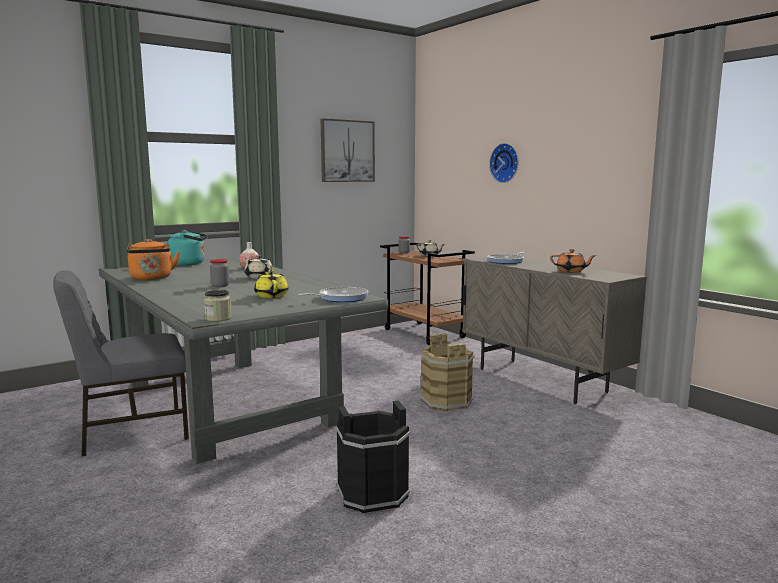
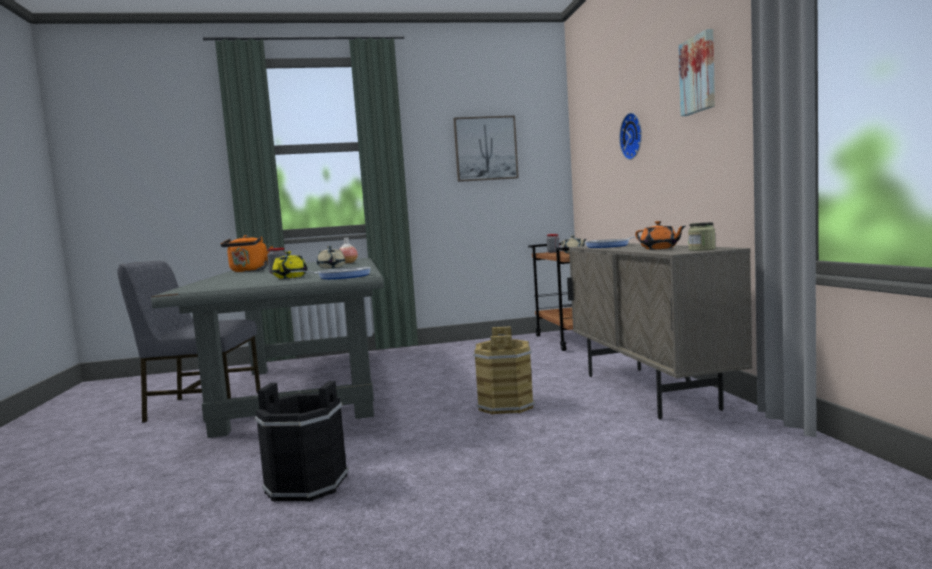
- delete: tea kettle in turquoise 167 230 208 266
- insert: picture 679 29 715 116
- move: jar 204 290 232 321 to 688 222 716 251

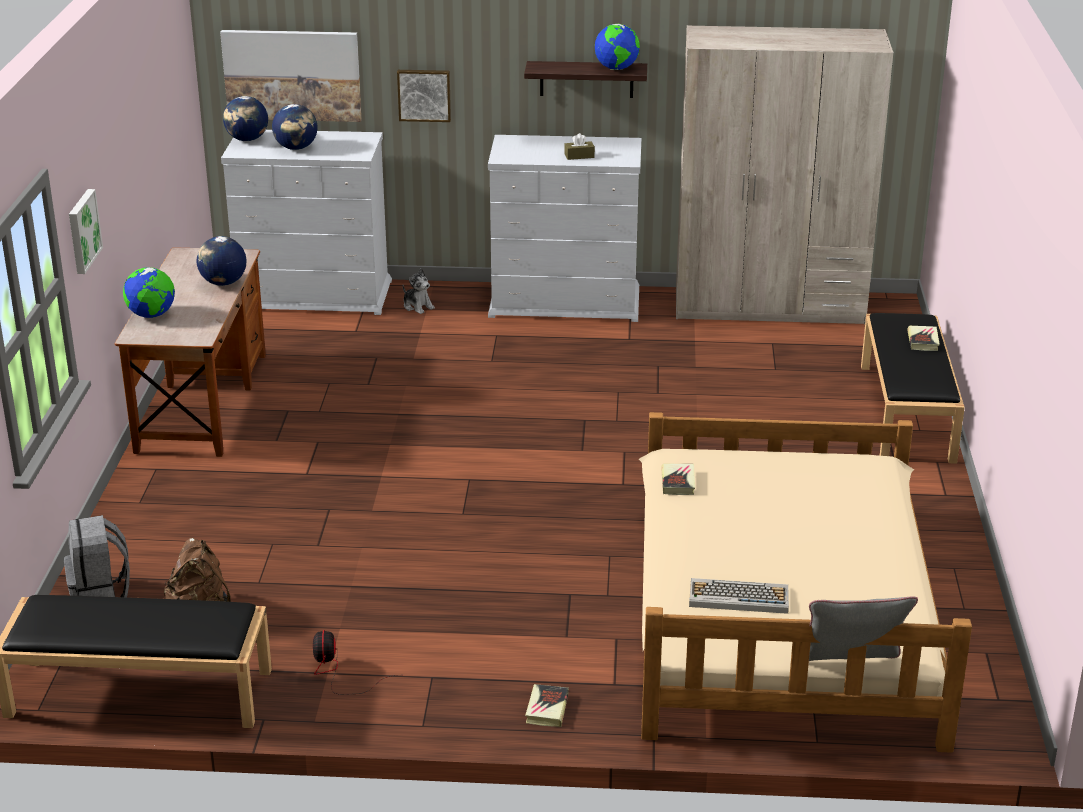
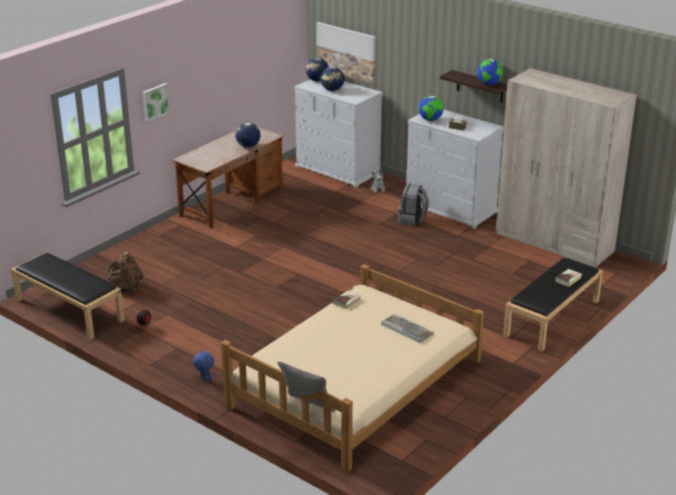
- delete: picture 397 70 451 122
- move: knapsack in greyish 64 515 130 597 to 398 184 429 226
- move: globe 123 267 175 318 to 418 96 444 121
- move: PC keyboard 689 578 789 614 to 381 314 434 343
- replace: bound book 525 684 569 727 to cuddly toy in blue-coloured 193 350 214 381

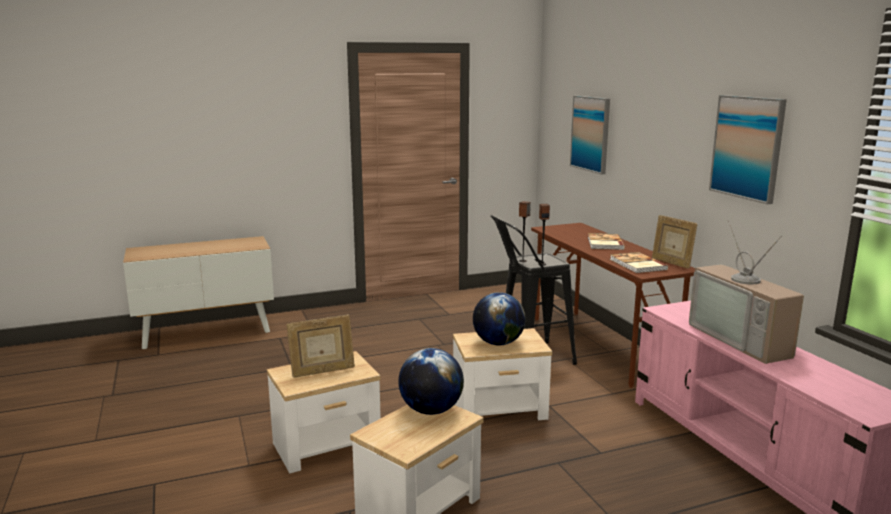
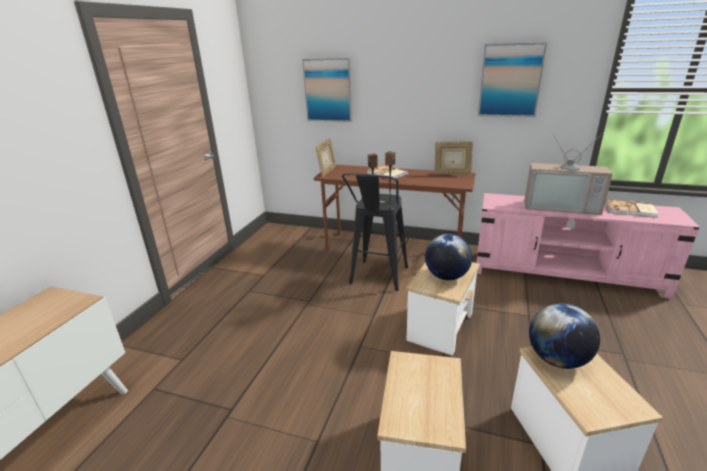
- move: photo frame 286 315 355 378 to 316 138 336 177
- move: bound book 610 252 668 273 to 605 199 659 218

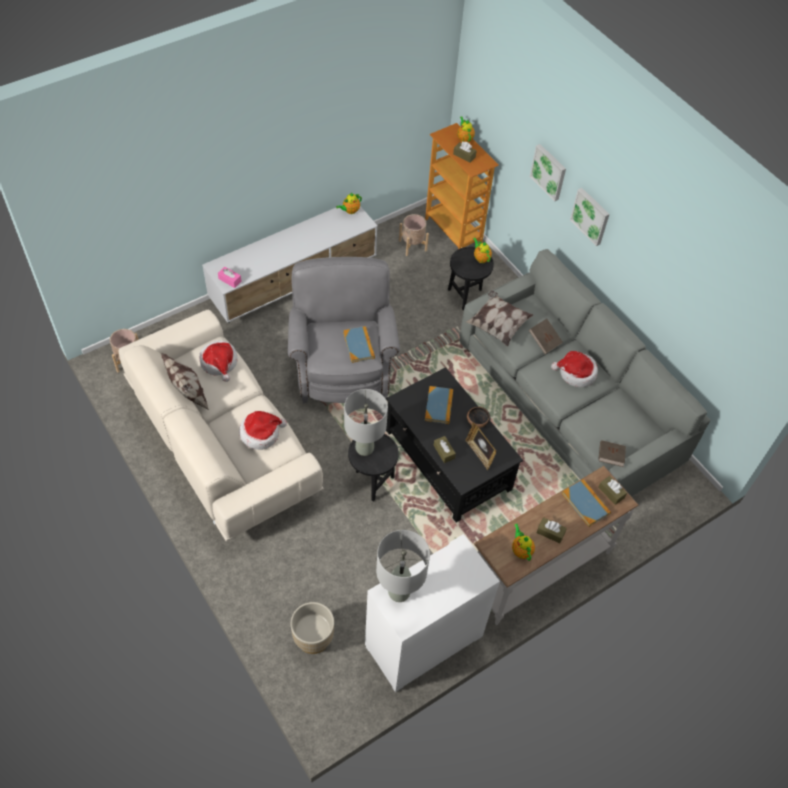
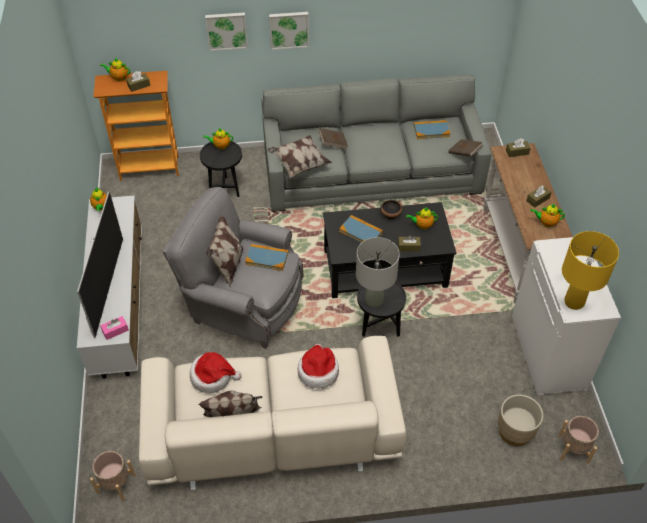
- delete: clothing hat 551 351 598 387
- insert: television 77 191 123 338
- insert: throw pillow 206 214 243 287
- move: planter in beige 399 214 429 256 to 558 416 599 464
- move: bound book 562 479 611 527 to 414 120 450 139
- replace: photo frame 465 423 497 470 to pot for tea 406 208 438 229
- recolor: lamp for a table in greyish 376 530 430 602 to lamp for a table in yellow 562 231 619 310

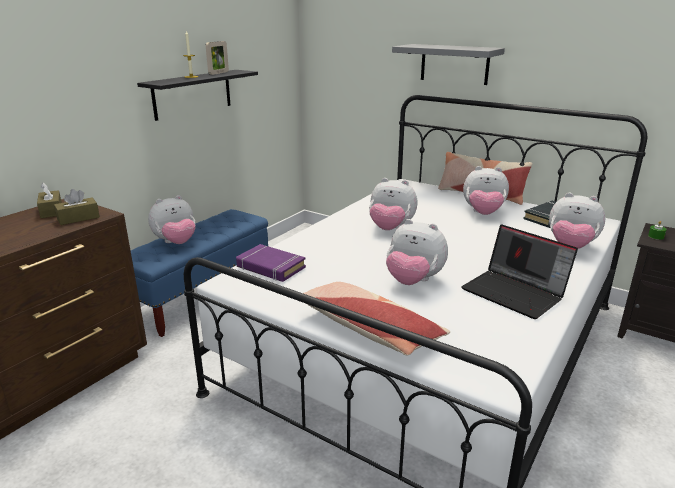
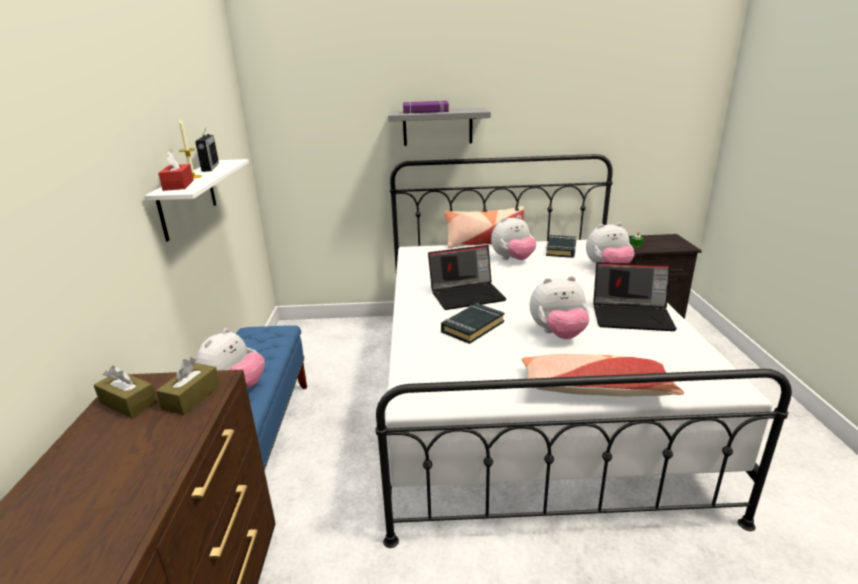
- insert: tissue box in red-coloured 158 151 194 191
- insert: bound book in blackish 441 303 505 344
- move: bound book in purple-coloured 236 244 306 282 to 403 101 449 114
- replace: photo frame 206 41 229 75 to radio 195 127 219 172
- replace: cuddly toy 369 178 417 230 to laptop 428 245 506 310
- recolor: wall shelf in blackish 137 70 258 121 to wall shelf in whitish 144 159 249 241

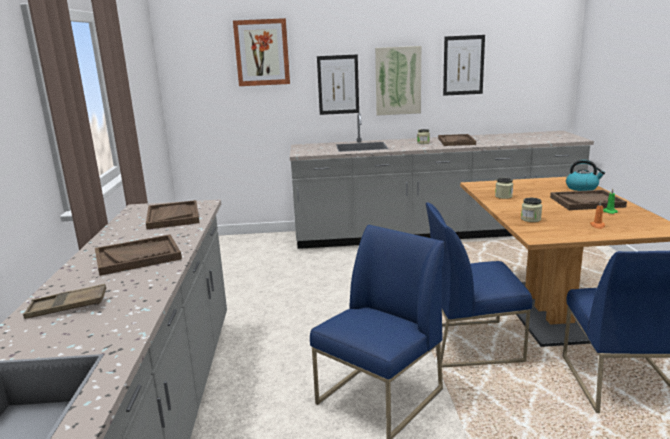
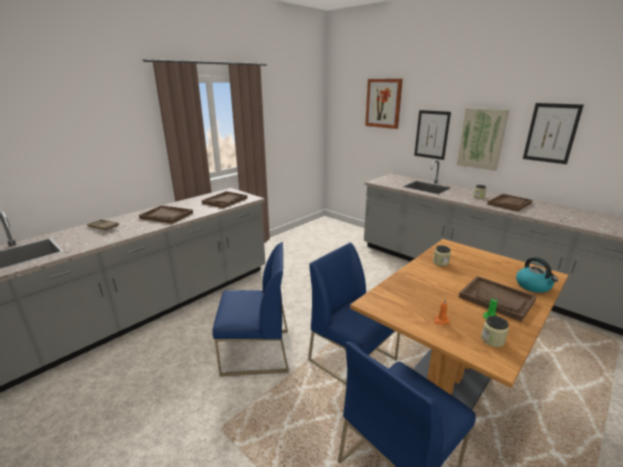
- move: jar 521 198 542 222 to 481 316 509 347

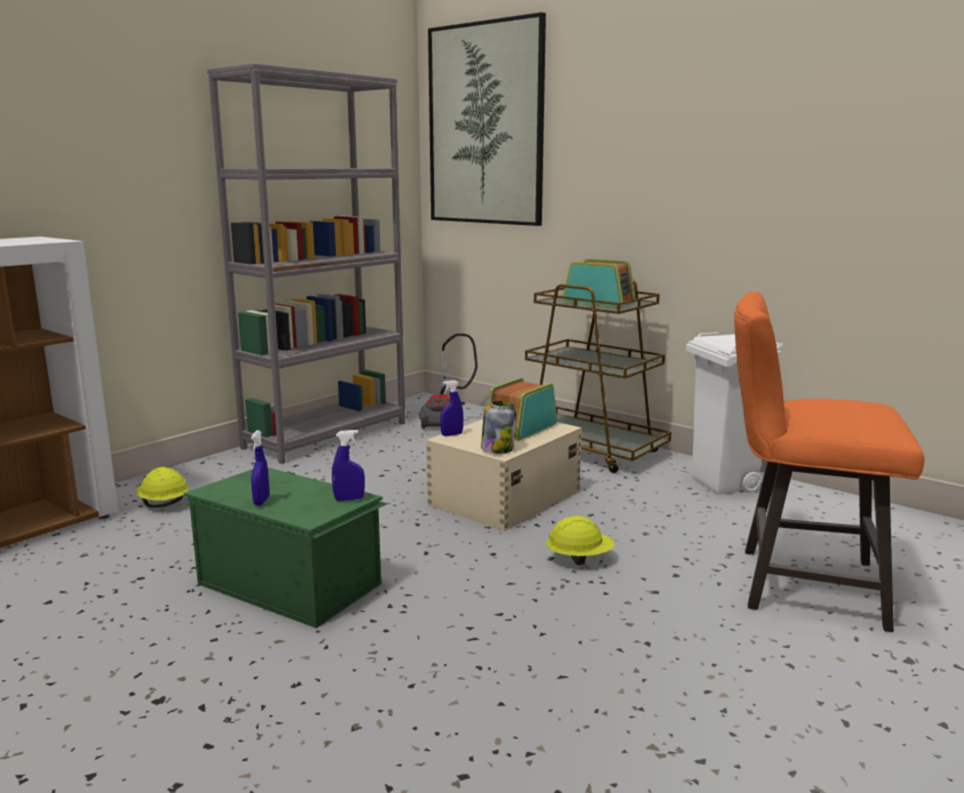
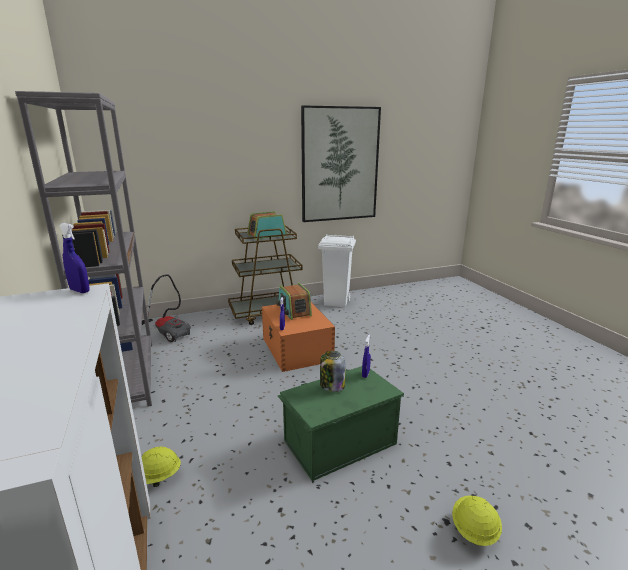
- delete: stool seat in orange 734 292 924 632
- move: spray bottle in blue-coloured 251 430 269 506 to 59 223 90 293
- move: picture 428 12 546 226 to 301 105 381 222
- move: jar 481 401 516 453 to 320 351 346 392
- move: safety helmet in yellow 546 516 615 565 to 452 495 502 546
- recolor: storage container in beige 426 419 582 531 to storage container in orange 262 302 335 372

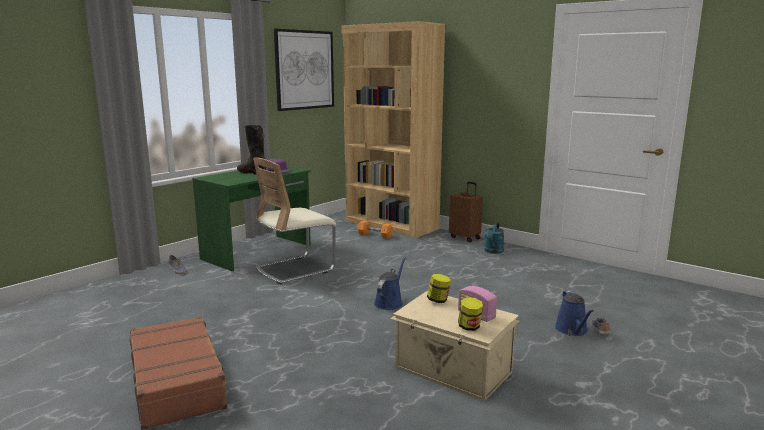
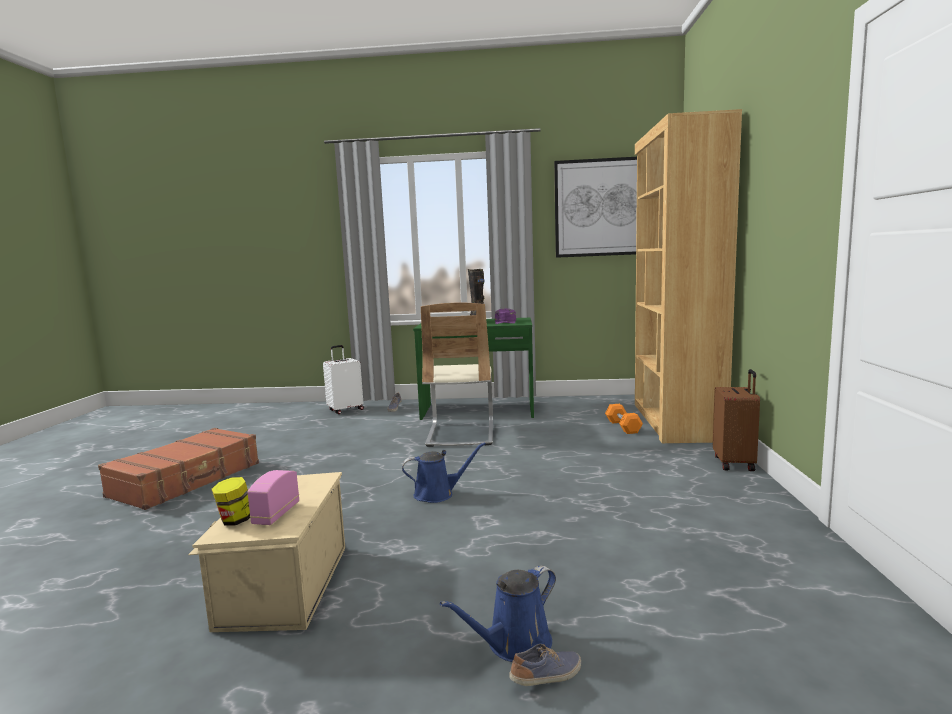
- delete: jar 427 274 451 303
- delete: watering can in turquoise 484 222 504 254
- insert: travel case in whitish 323 345 364 414
- rotate: upright chair in beige 253 157 336 284 = 421 303 493 447 105 degrees counterclockwise

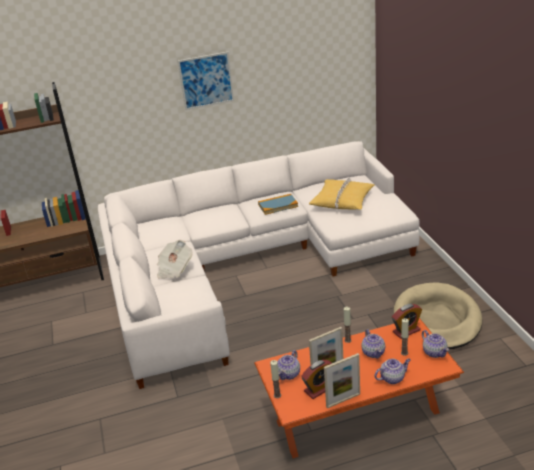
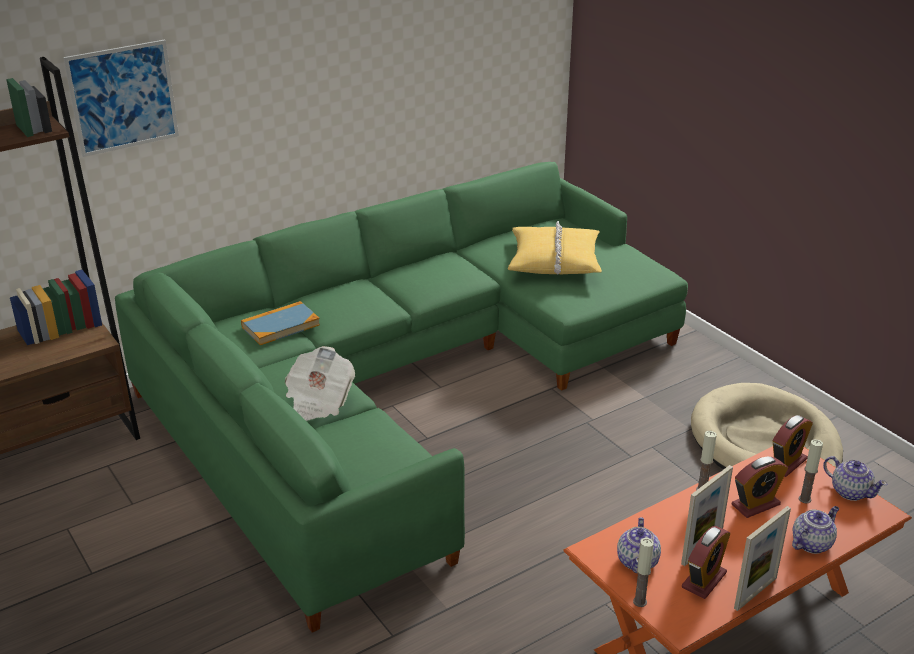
- move: picture 178 52 234 110 to 63 40 179 157
- move: bound book 258 194 298 215 to 241 301 320 345
- replace: pot for tea 361 329 385 358 to alarm clock 731 457 788 518
- recolor: settee in whitish 98 141 420 389 to settee in green-coloured 115 162 688 633

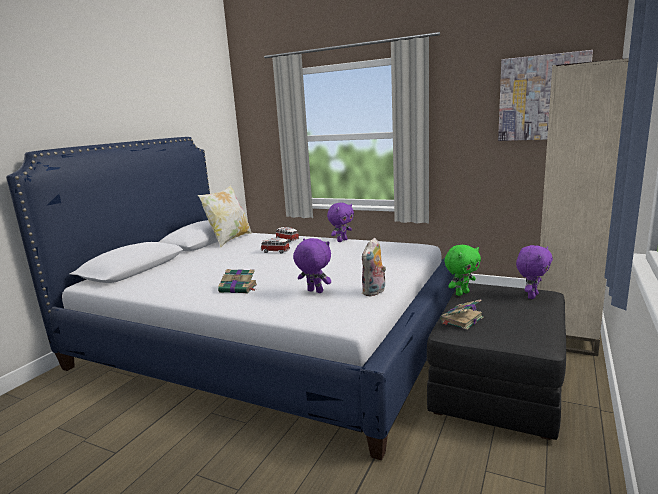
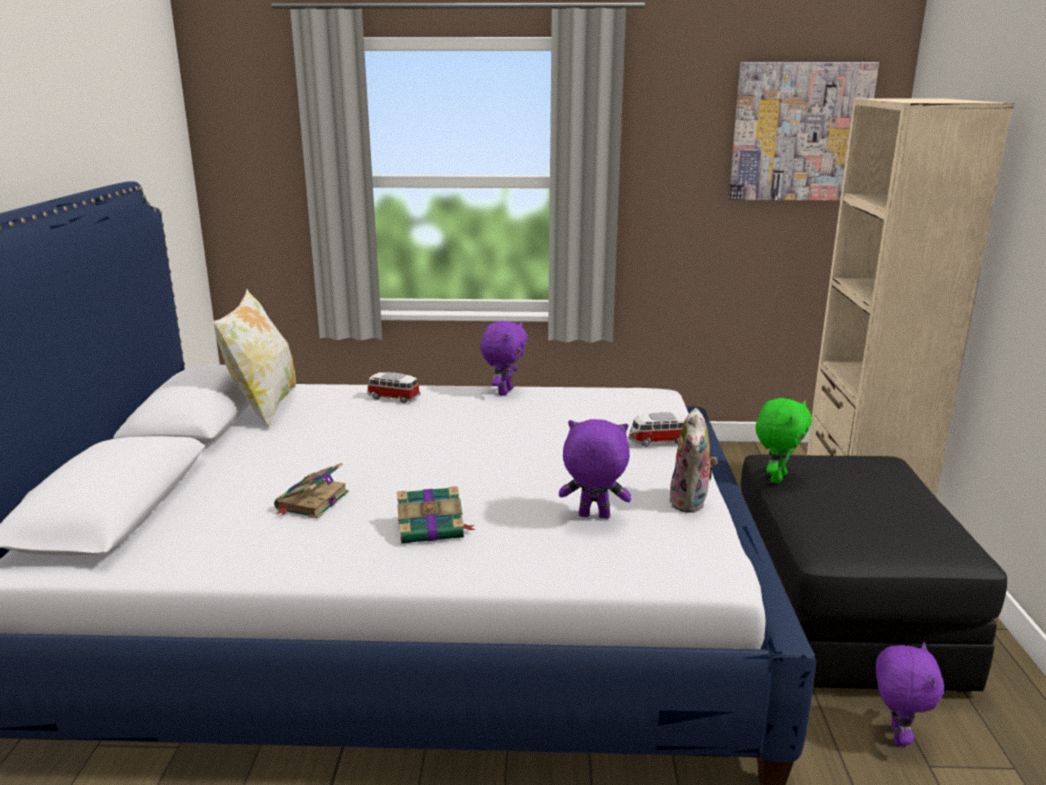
- move: miniature car 261 238 290 253 to 629 412 686 447
- move: bound book 440 299 483 330 to 274 463 349 518
- move: cuddly toy in purple-coloured 516 245 553 299 to 876 642 944 747

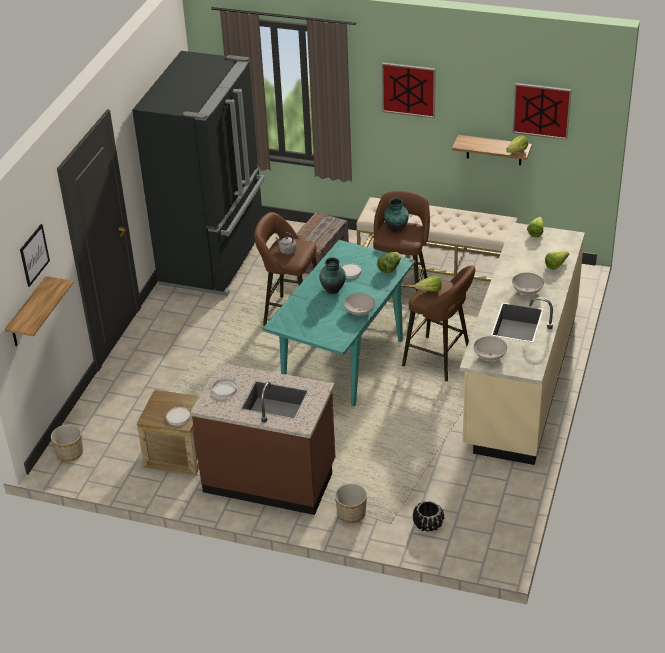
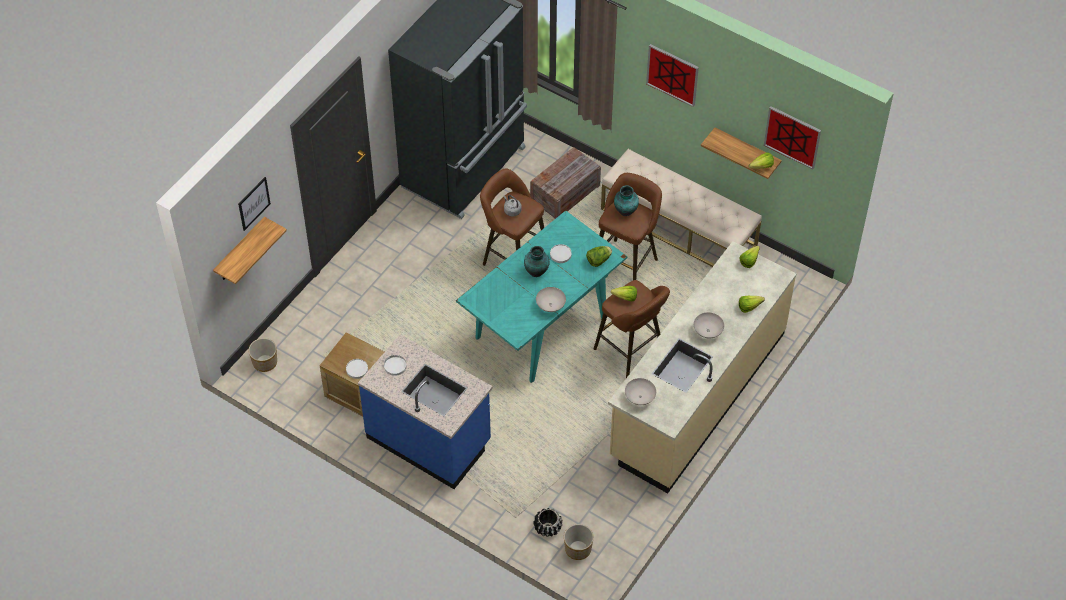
- move: planter 335 483 367 523 to 564 524 594 560
- recolor: kitchen base unit in brown 190 363 335 515 to kitchen base unit in blue-coloured 358 334 493 489

